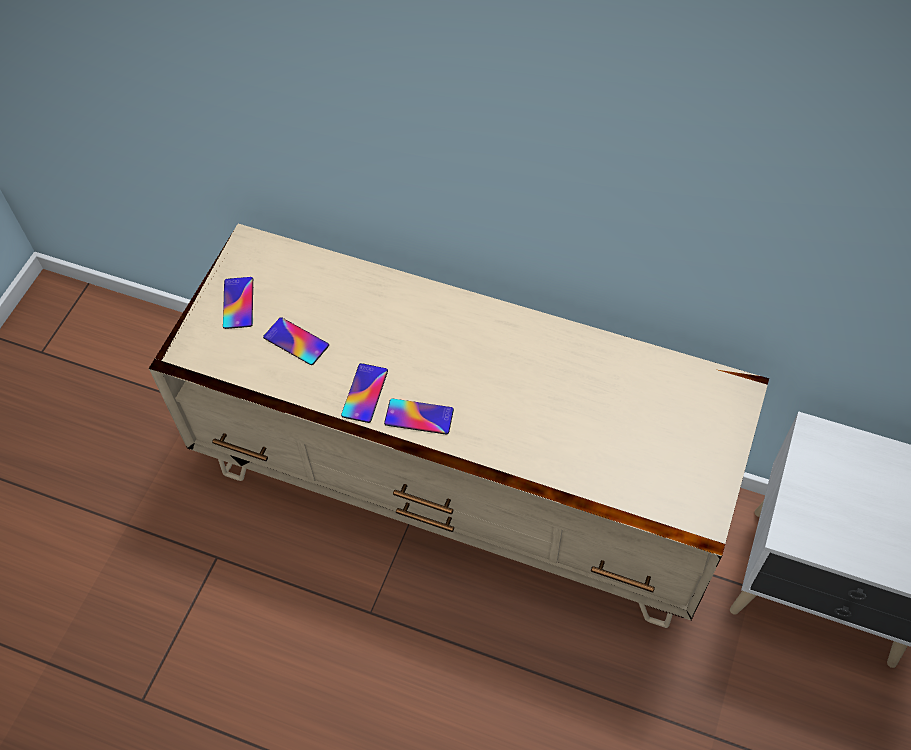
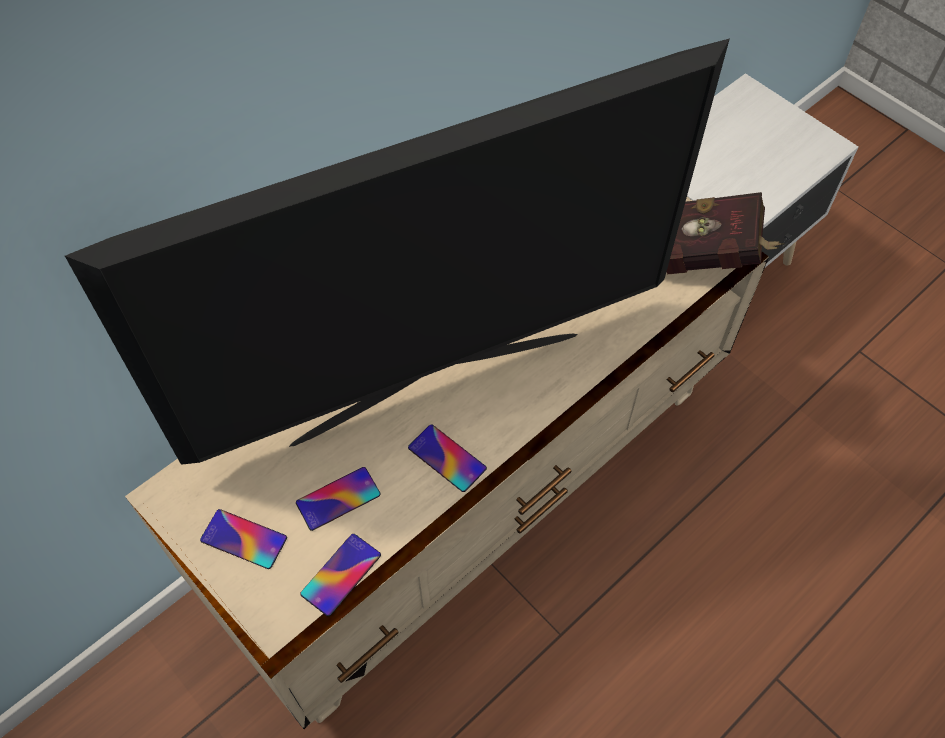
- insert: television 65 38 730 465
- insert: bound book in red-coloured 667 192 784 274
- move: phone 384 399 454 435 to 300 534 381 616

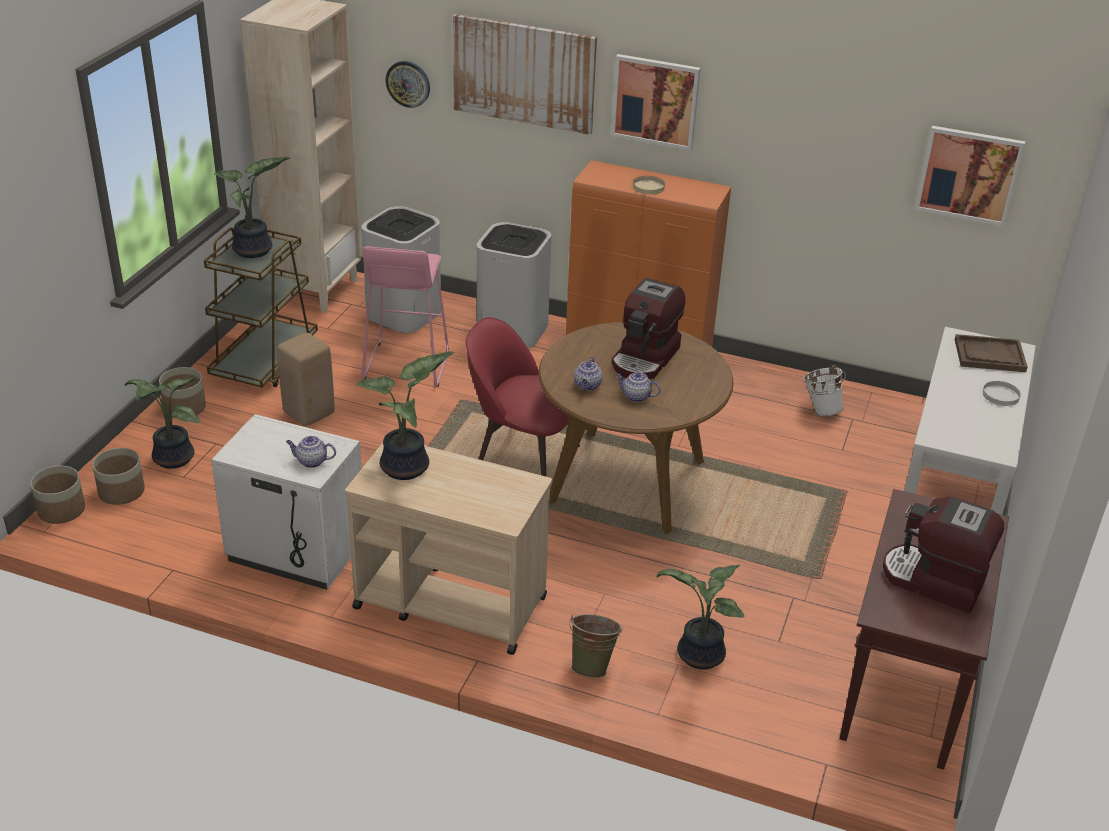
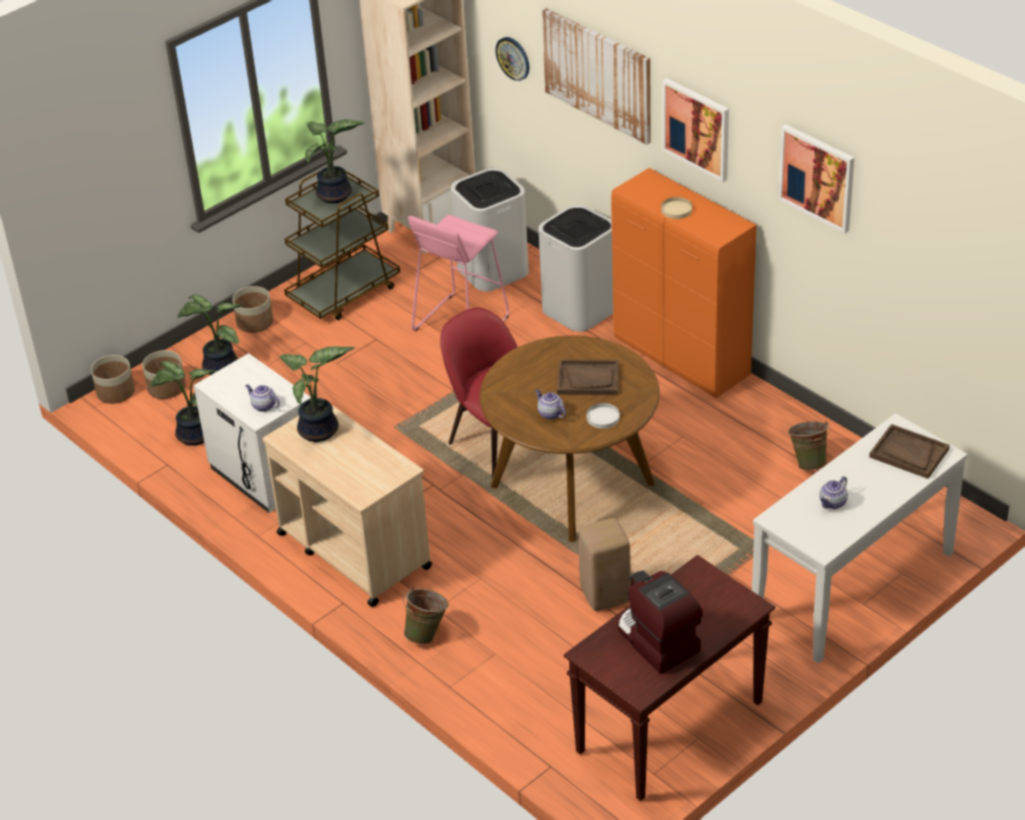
- move: stool seat in beige 277 333 335 426 to 578 518 631 611
- move: pot for tea 574 357 603 391 to 820 476 848 509
- move: potted plant 656 565 745 670 to 150 361 217 446
- move: picture 915 126 1025 226 to 778 124 854 234
- move: plate in whitish 983 381 1021 406 to 587 403 620 429
- replace: coffee brewer 612 278 685 379 to serving tray in brown 557 360 619 395
- recolor: pail in whitish 803 365 846 416 to pail in green-coloured 788 421 830 470

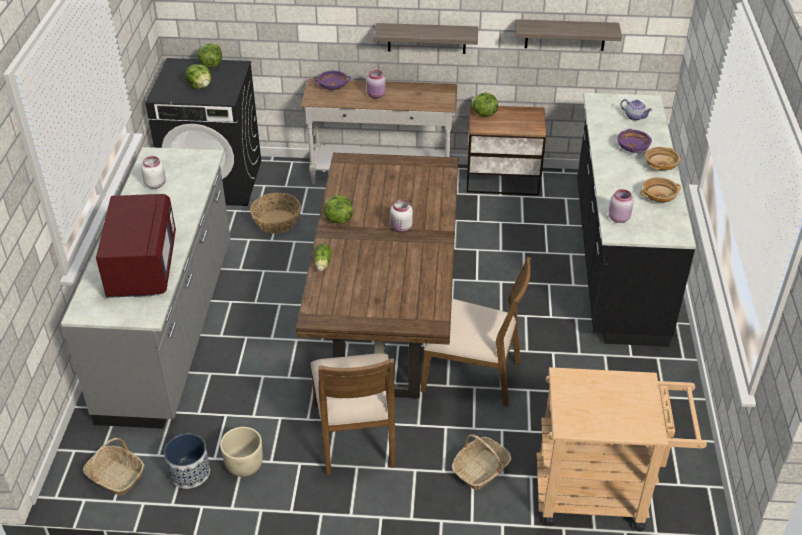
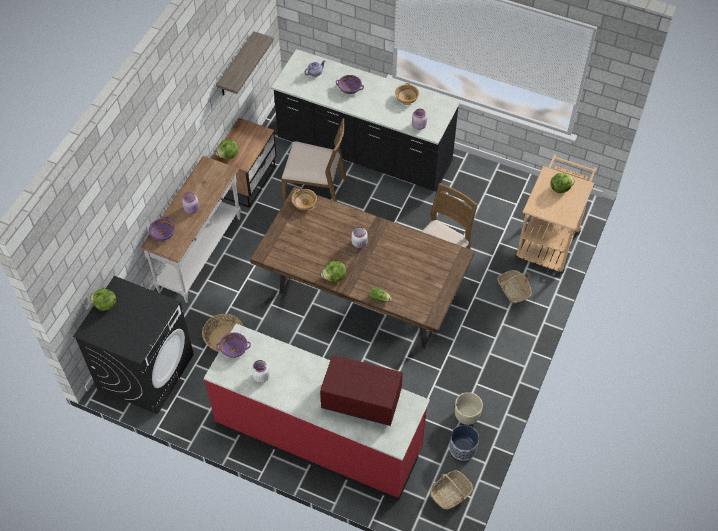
- delete: wall shelf 374 23 478 54
- insert: deep dish in purple-coloured 216 332 251 358
- move: head of lettuce 185 64 211 89 to 551 173 575 193
- move: upright chair in brown 310 353 396 475 to 282 118 346 203
- move: deep dish in beige 645 147 680 170 to 292 189 317 211
- recolor: kitchen base unit in greyish 61 147 230 429 to kitchen base unit in red-coloured 204 324 430 502

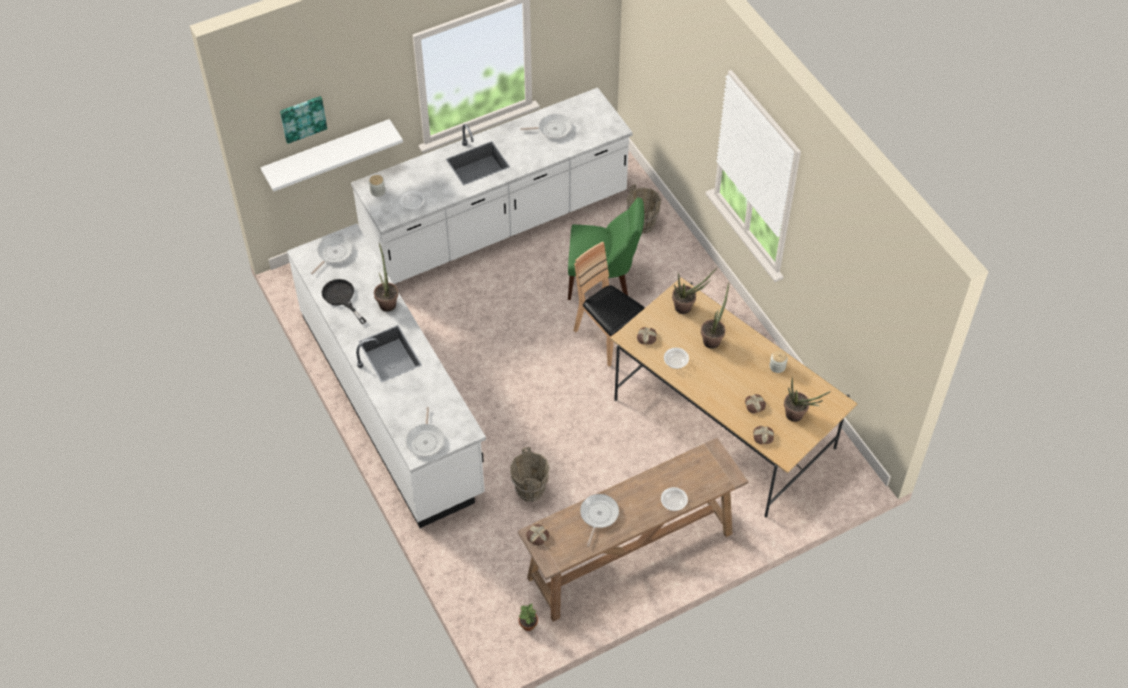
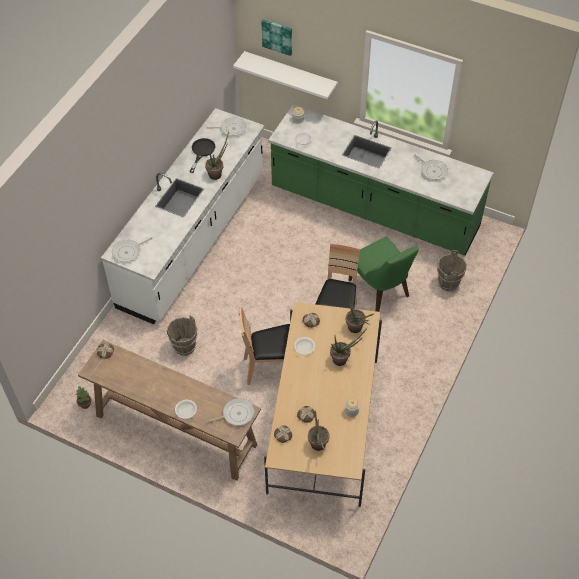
- insert: upright chair in brown 238 307 290 385
- move: frying pan 580 494 619 547 to 207 398 254 426
- recolor: kitchen base unit in whitish 351 88 633 284 to kitchen base unit in green-coloured 268 104 494 256

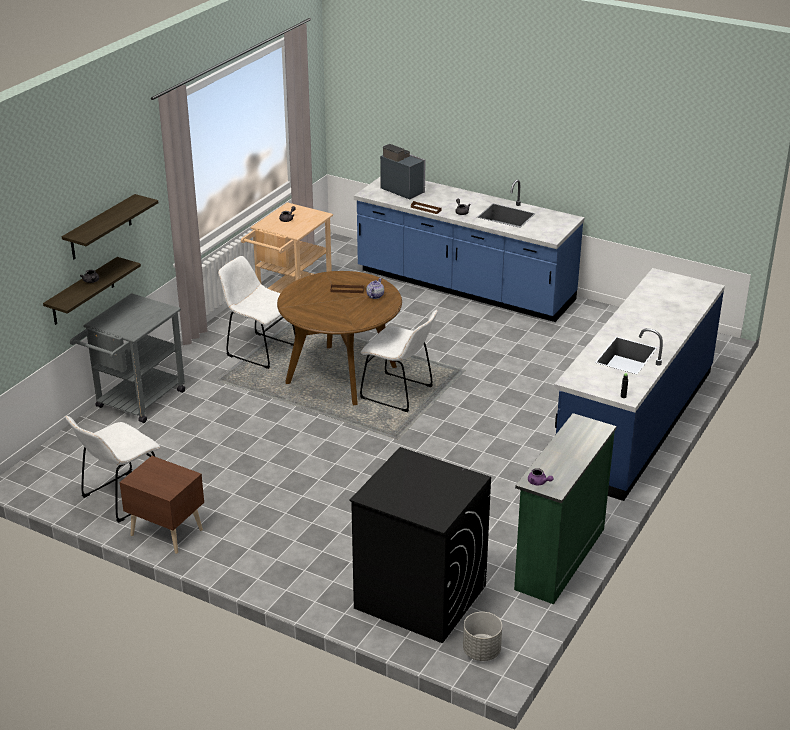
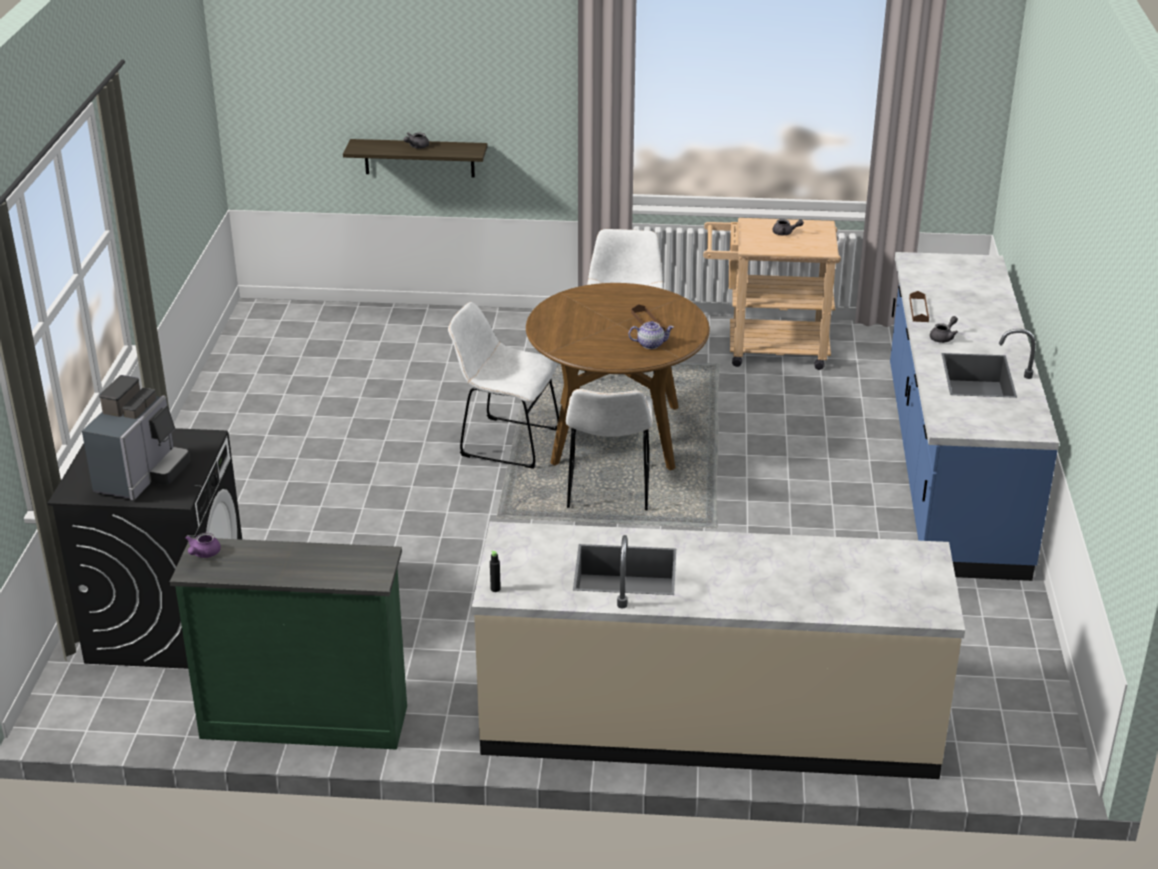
- delete: wall shelf 62 194 158 259
- delete: cart in greyish 70 293 185 423
- delete: bedside table in brown 119 456 204 554
- delete: planter in greyish 463 612 502 661
- move: upright chair in whitish 65 416 160 523 to 448 302 559 469
- move: coffee brewer 380 144 425 199 to 82 375 190 500
- recolor: kitchen base unit in blue-coloured 554 268 725 501 to kitchen base unit in beige 472 522 965 779

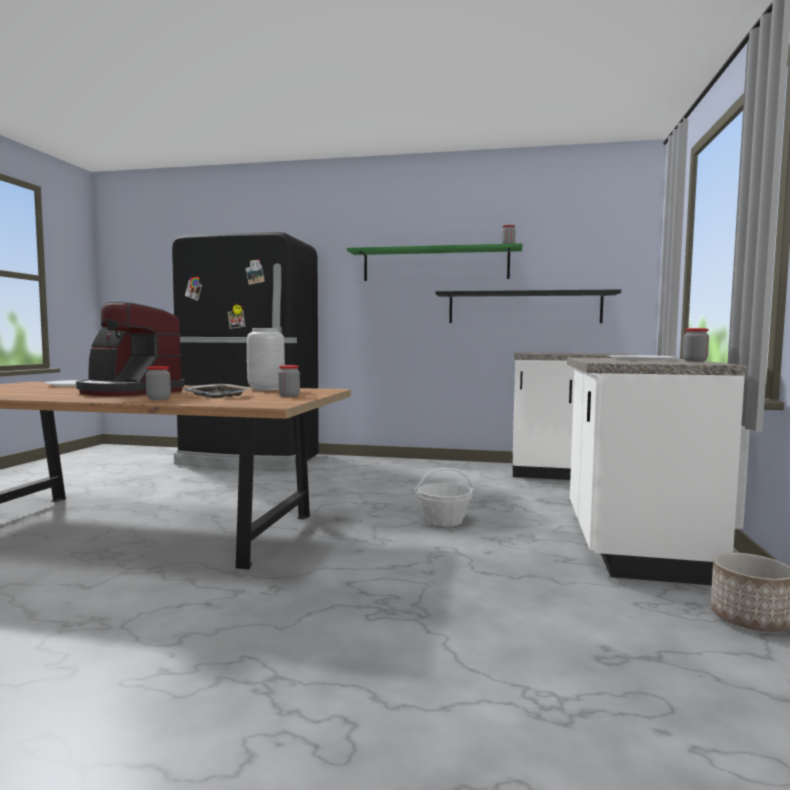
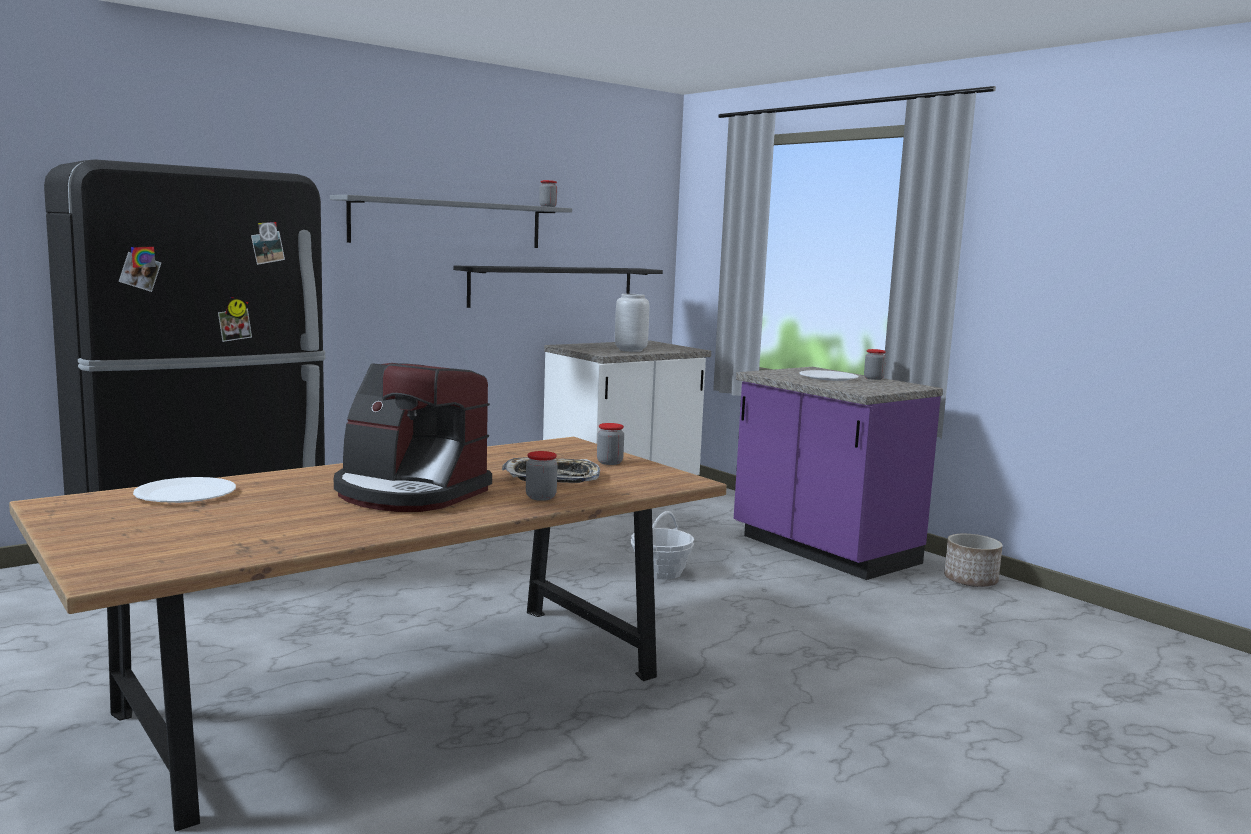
- move: vase in greyish 247 328 285 391 to 615 294 649 352
- recolor: wall shelf in green-coloured 347 243 523 281 to wall shelf in greyish 330 195 572 248
- recolor: kitchen base unit in whitish 567 358 746 585 to kitchen base unit in purple-coloured 734 367 943 580
- rotate: coffee brewer 76 302 185 396 = 334 363 492 512 45 degrees clockwise

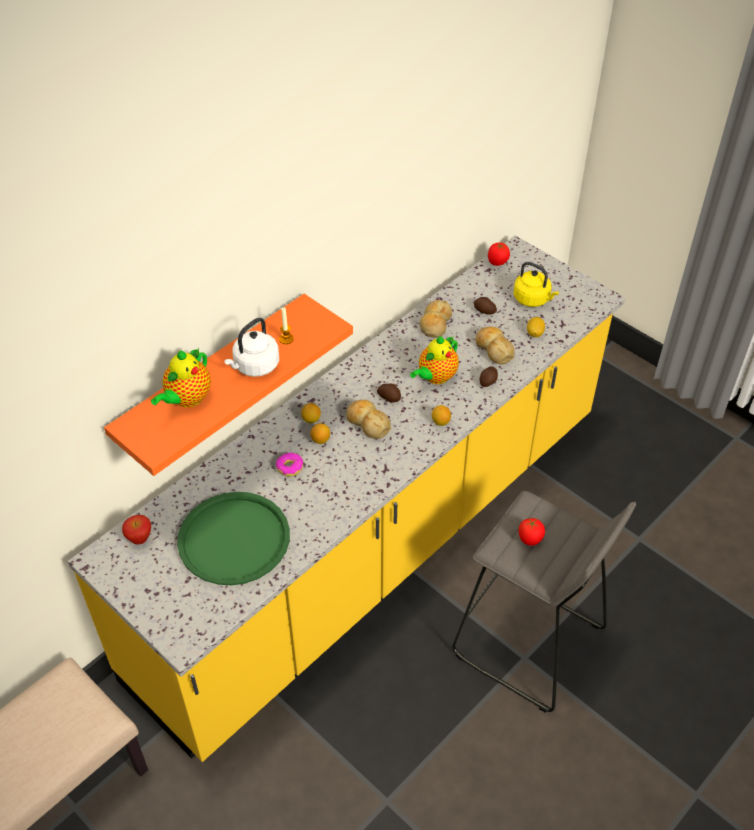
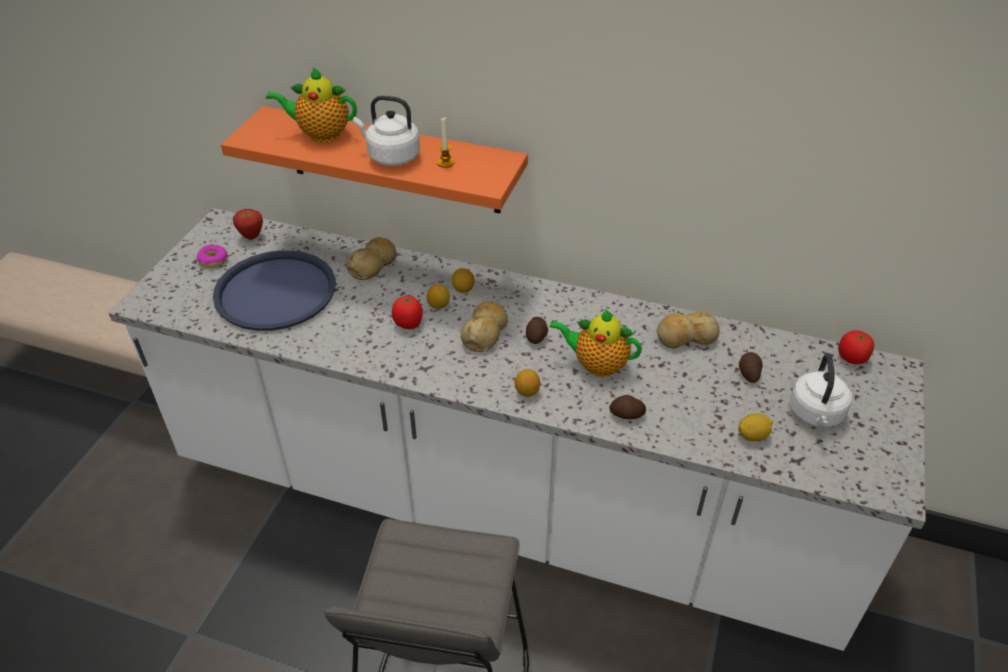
- move: ring doughnut 276 453 303 477 to 197 245 228 268
- move: bakery bread 476 327 515 364 to 346 237 397 280
- move: tomato 519 518 545 546 to 392 296 423 329
- recolor: kitchen base unit in yellow 68 236 625 762 to kitchen base unit in whitish 109 208 926 651
- recolor: serving tray in green-coloured 177 492 290 585 to serving tray in blue-coloured 213 251 336 331
- recolor: tea kettle in yellow 514 262 559 307 to tea kettle in whitish 790 354 852 427

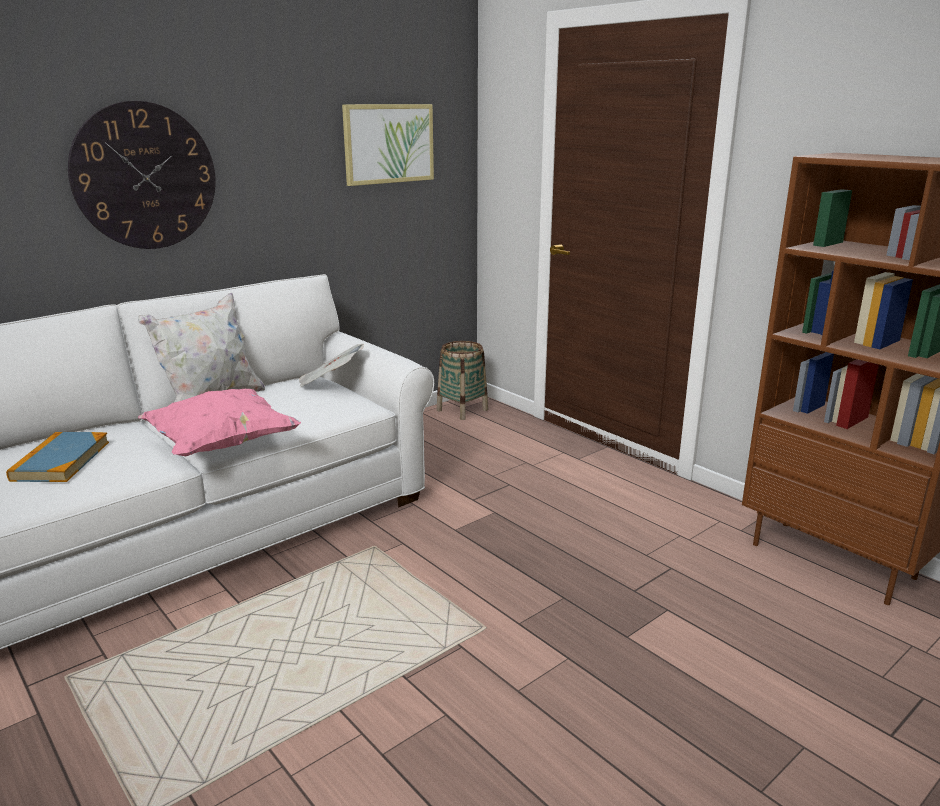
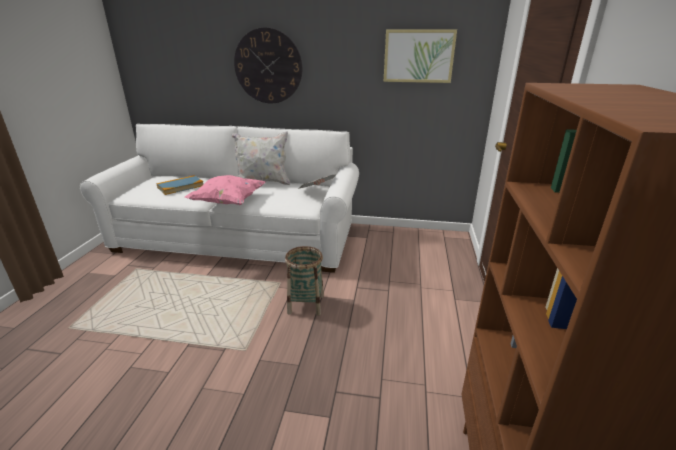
- move: storage basket 437 341 488 420 to 285 246 324 316

